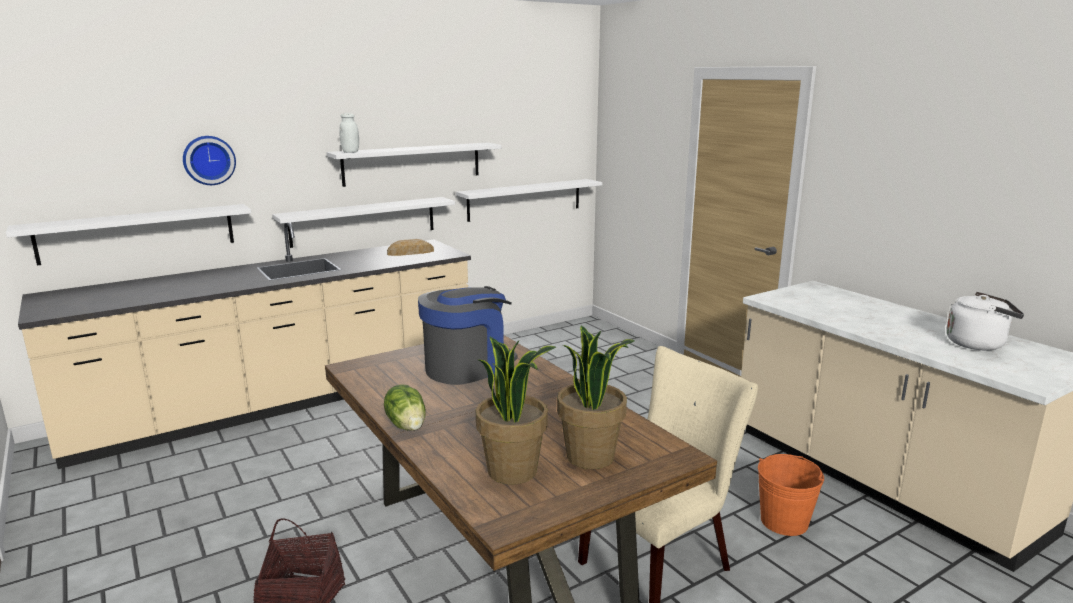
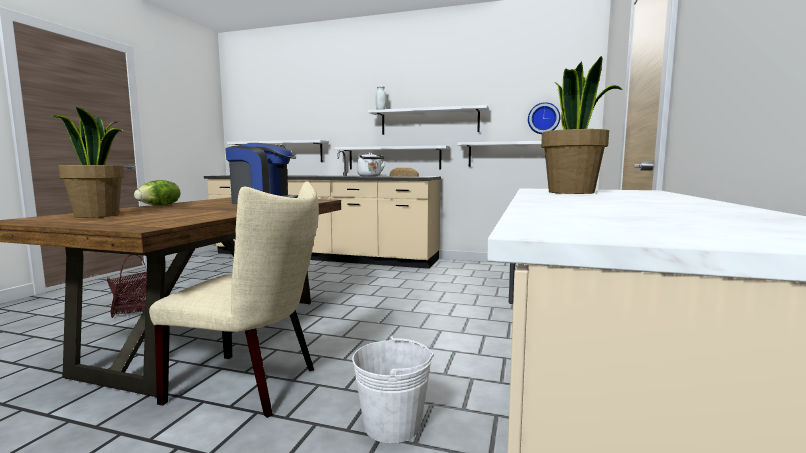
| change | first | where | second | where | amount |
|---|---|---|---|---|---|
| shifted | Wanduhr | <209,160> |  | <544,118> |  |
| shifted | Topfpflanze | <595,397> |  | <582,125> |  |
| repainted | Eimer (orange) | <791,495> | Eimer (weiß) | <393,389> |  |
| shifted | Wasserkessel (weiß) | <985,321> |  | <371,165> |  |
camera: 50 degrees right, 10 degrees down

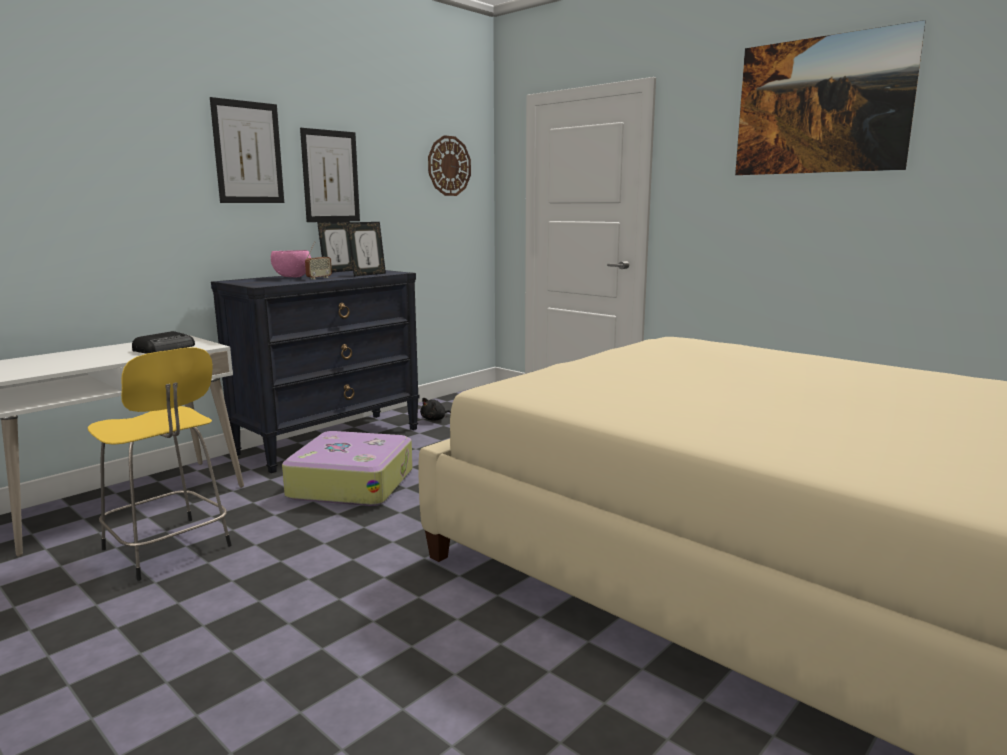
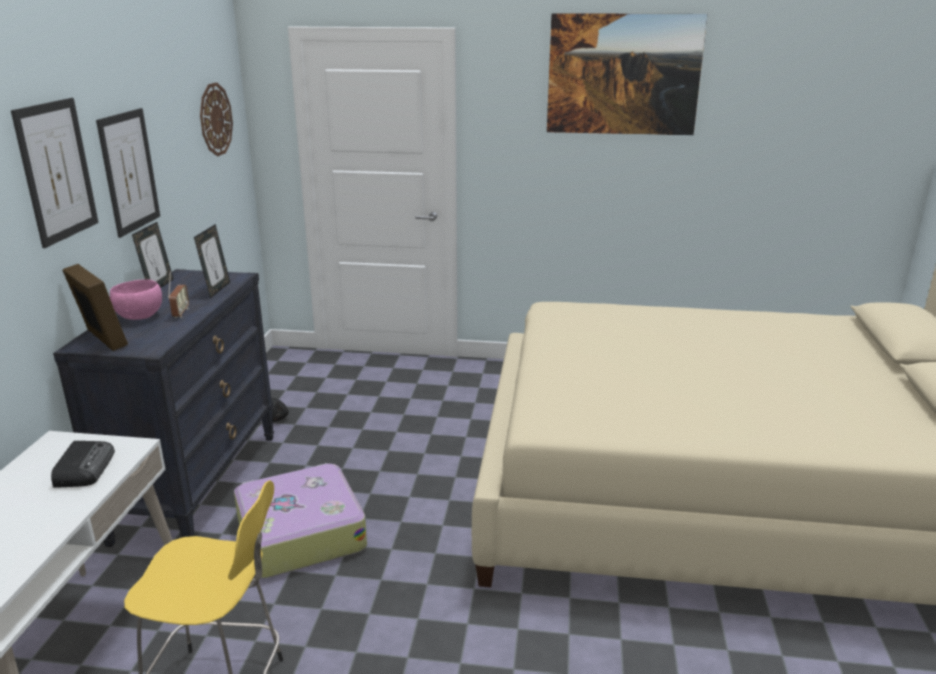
| change | first | where | second | where | amount |
|---|---|---|---|---|---|
| new |  |  | Bilderrahmen | <95,307> |  |
camera: 35 degrees left, 10 degrees up

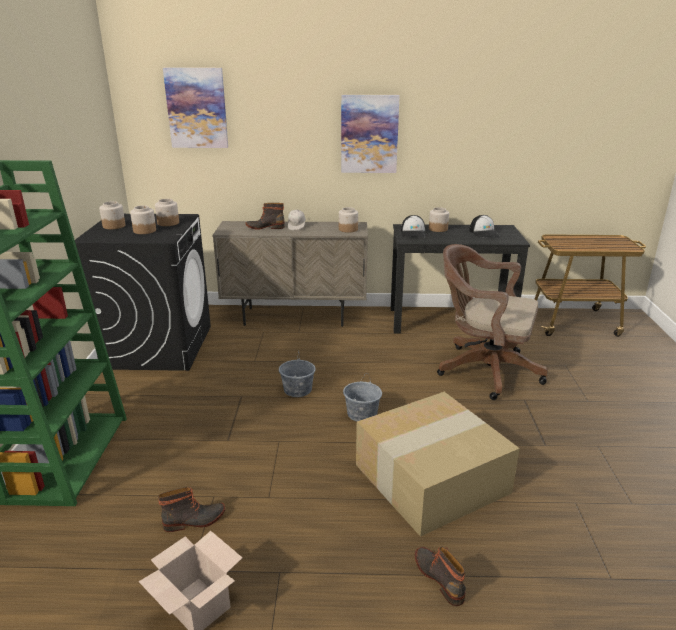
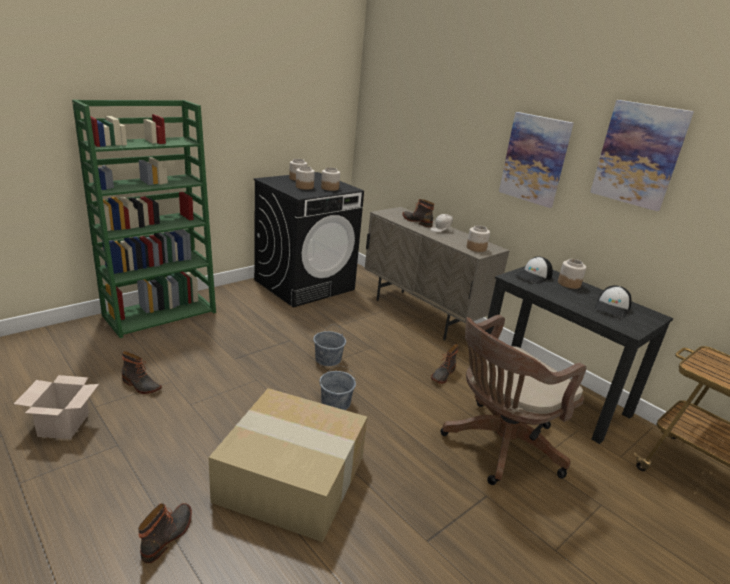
| change | first | where | second | where | amount |
|---|---|---|---|---|---|
| shifted | Bild | <195,108> |  | <642,155> |  |
| rotated | Bürostuhl (braun) | <492,322> |  | <513,400> | 105 degrees counterclockwise |
| new |  |  | Stiefel | <445,364> |  |
camera: 45 degrees right, 0 degrees up

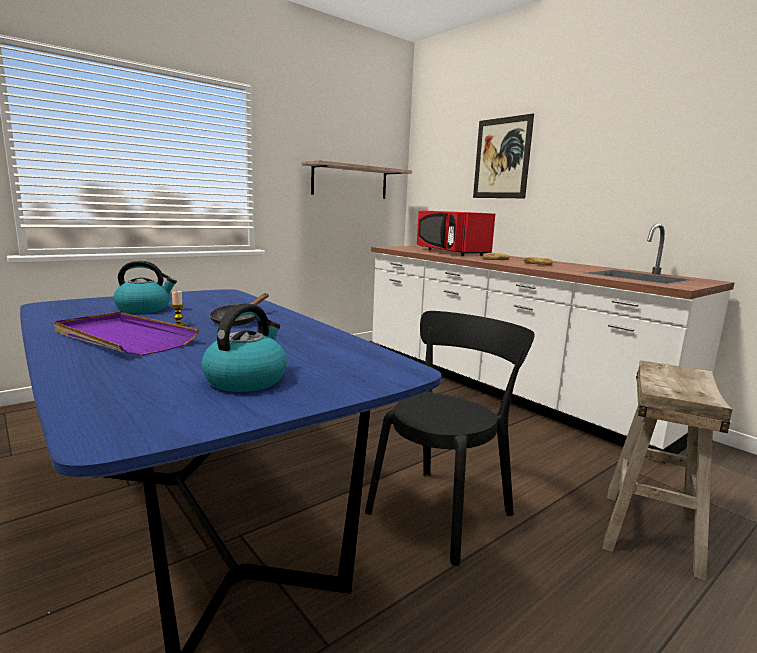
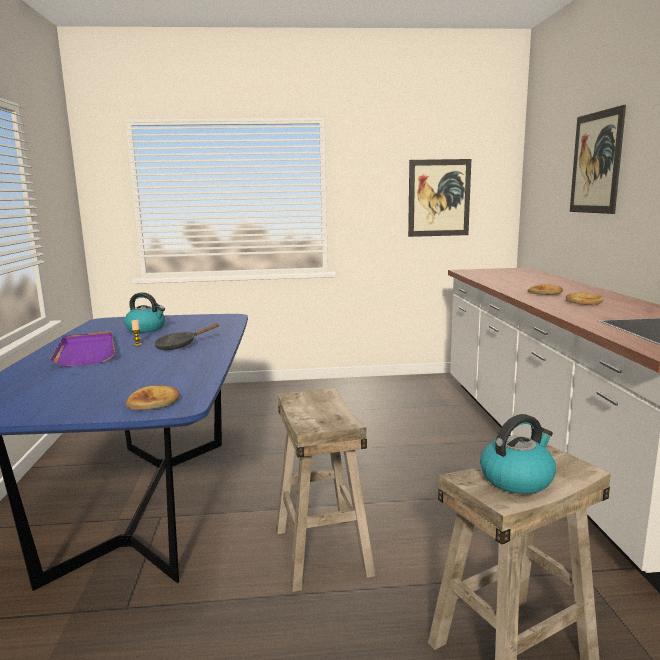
| change | first | where | second | where | amount |
|---|---|---|---|---|---|
| shifted | Wasserkessel | <244,347> |  | <518,454> |  |
| swapped | Wandregal | <356,179> | Bild | <439,198> |  |
| swapped | Stuhl (schwarz) | <450,438> | Hocker (beige) | <326,490> |  |
| gone | Mikrowelle (rot) | <456,233> |  |  |  |
| new |  |  | Brot | <153,397> |  |
camera: 35 degrees right, 0 degrees up

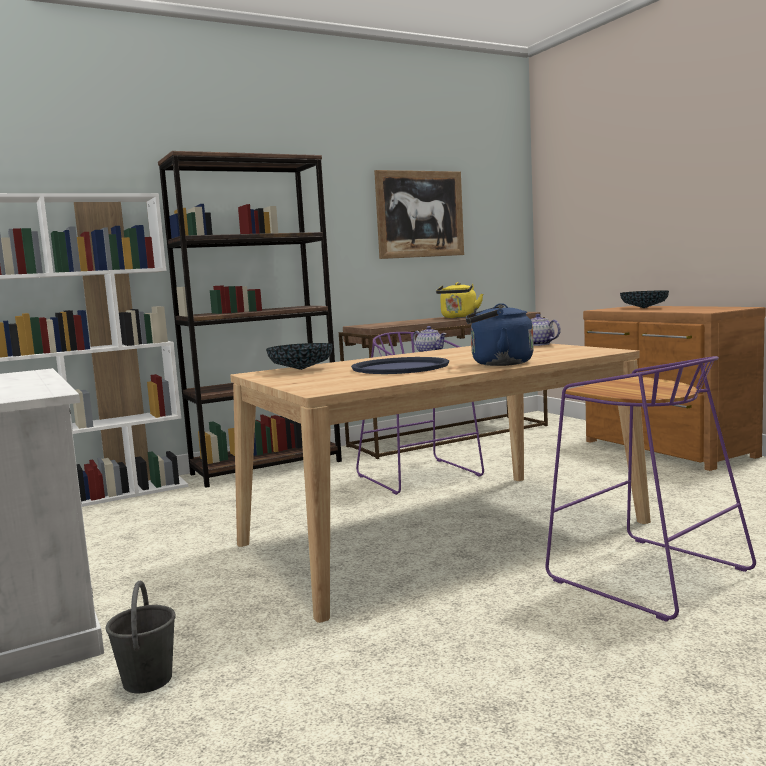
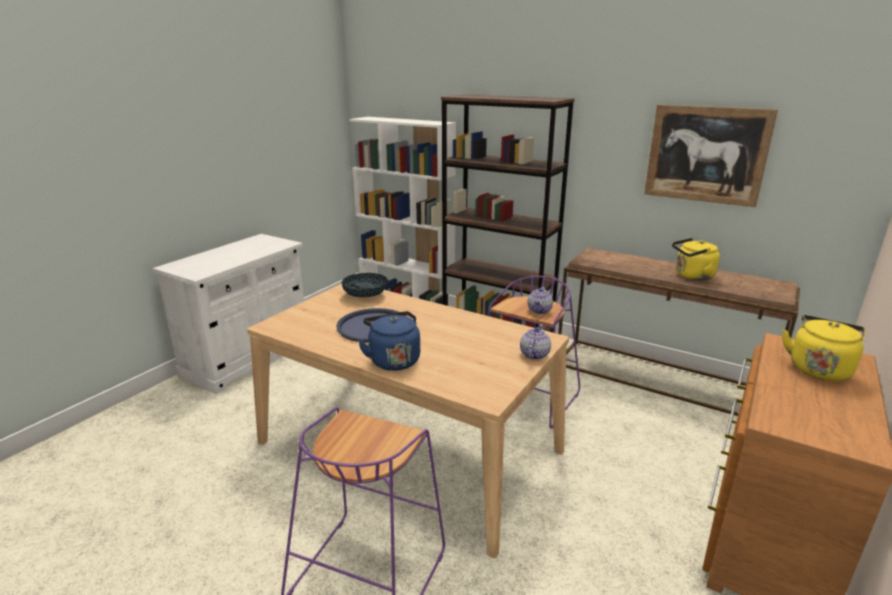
| change | first | where | second | where | amount |
|---|---|---|---|---|---|
| gone | Eimer (grau) | <140,637> |  |  |  |
| swapped | Schüssel | <644,299> | Wasserkessel (gelb) | <823,348> |  |
camera: 60 degrees right, 15 degrees up

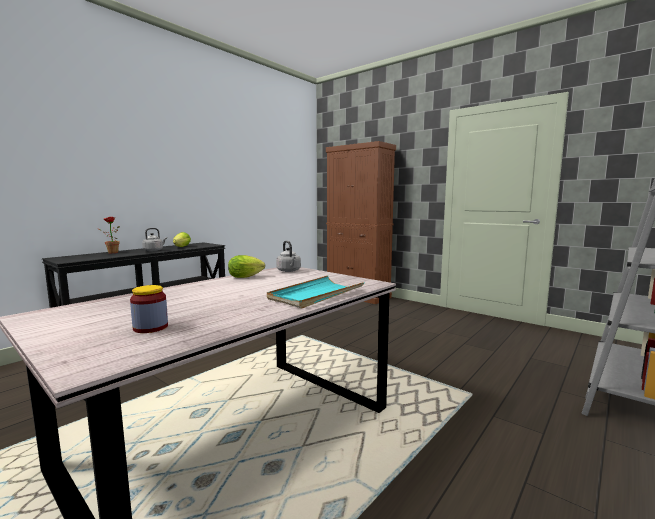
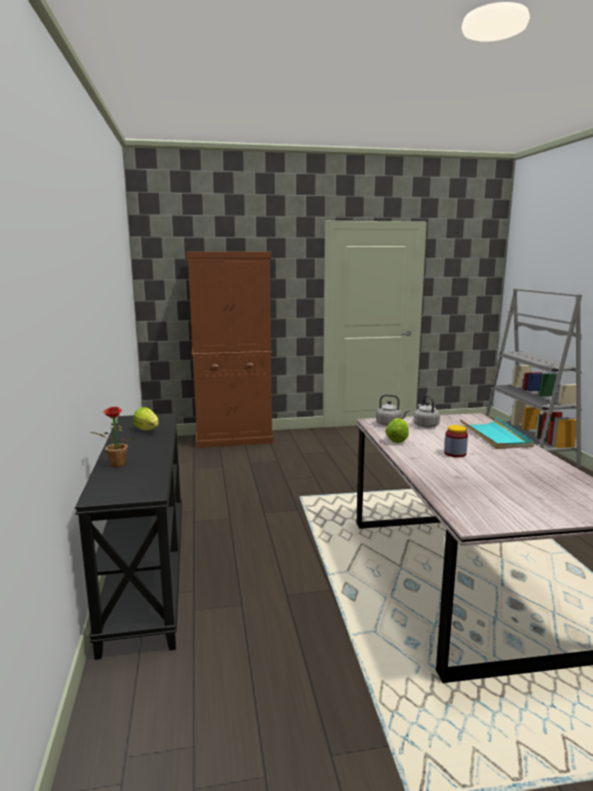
| change | first | where | second | where | amount |
|---|---|---|---|---|---|
| shifted | Vorratsglas | <149,309> |  | <456,441> |  |
| shifted | Wasserkessel (grau) | <154,239> |  | <427,411> |  |
camera: 50 degrees left, 5 degrees up

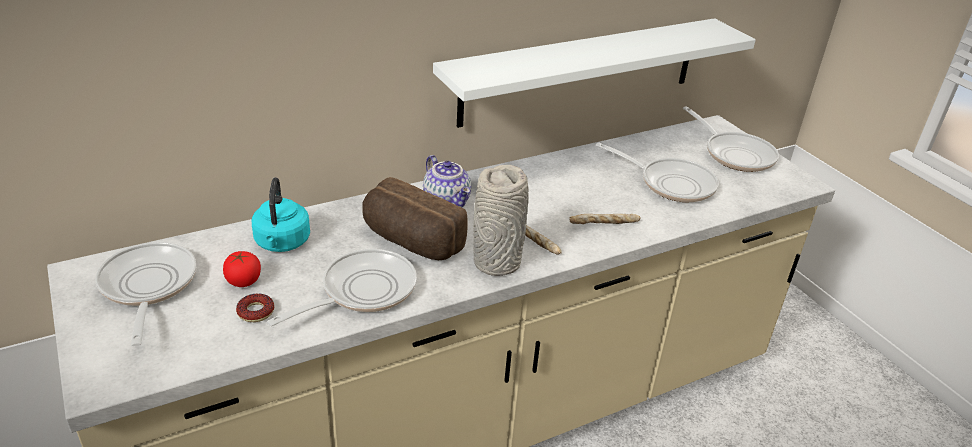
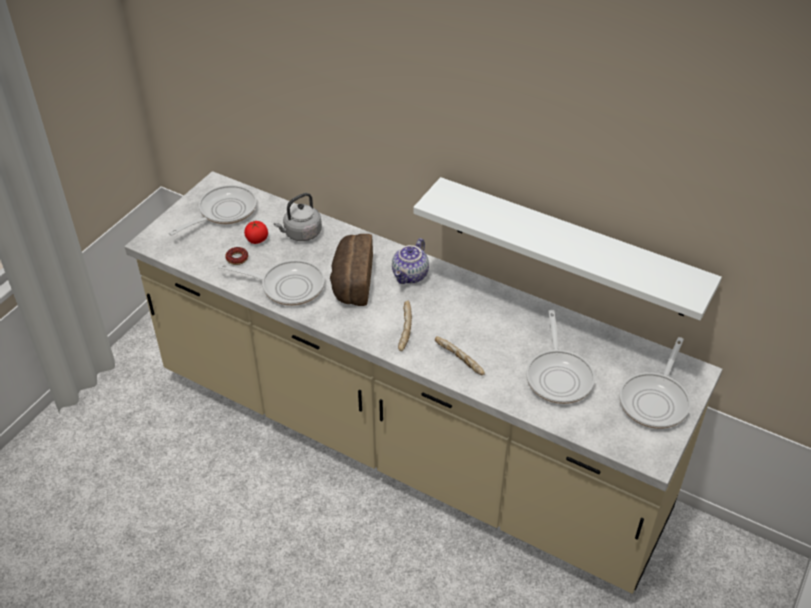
| change | first | where | second | where | amount |
|---|---|---|---|---|---|
| repainted | Wasserkessel (türkis) | <281,214> | Wasserkessel (grau) | <298,217> |  |
| gone | Vase (grau) | <501,220> |  |  |  |
camera: 60 degrees right, 10 degrees up

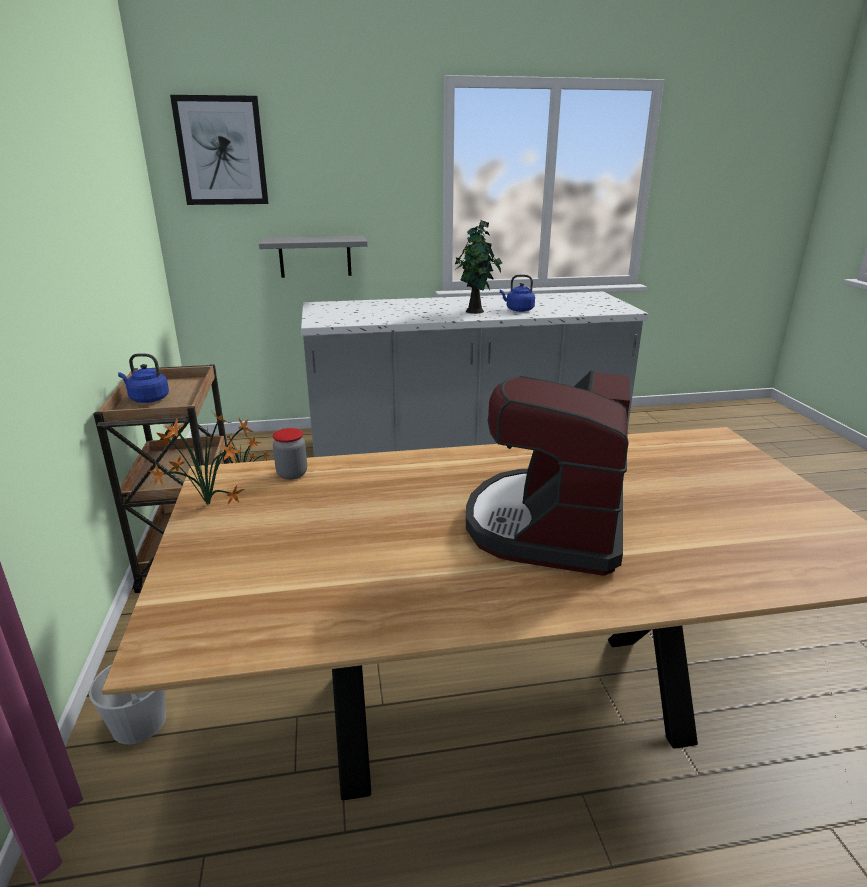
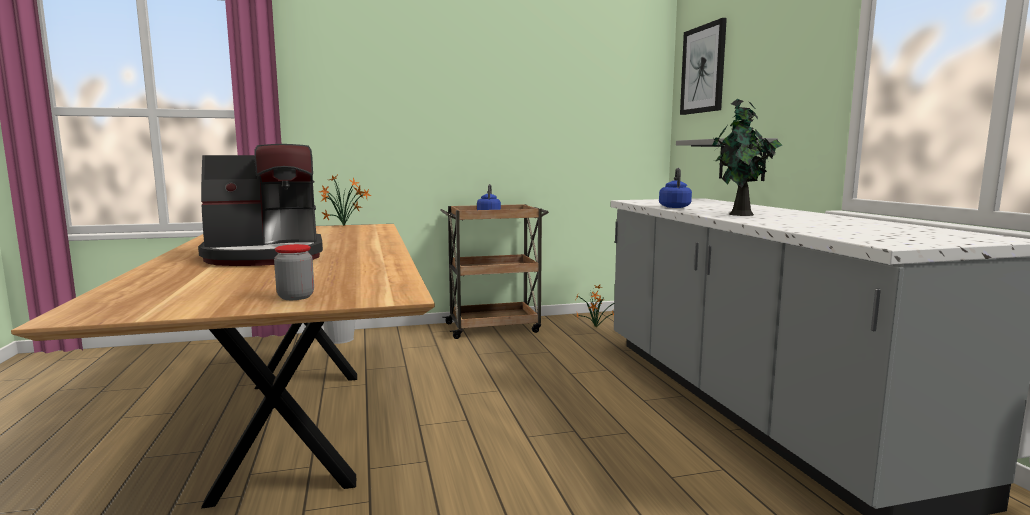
| change | first | where | second | where | amount |
|---|---|---|---|---|---|
| shifted | Vorratsglas | <290,454> |  | <294,272> |  |
| rotated | Kaffeemaschine | <548,473> |  | <260,205> | 150 degrees clockwise |
| shifted | Wasserkessel (blau) | <517,293> |  | <675,188> |  |
camera: 85 degrees right, 15 degrees down

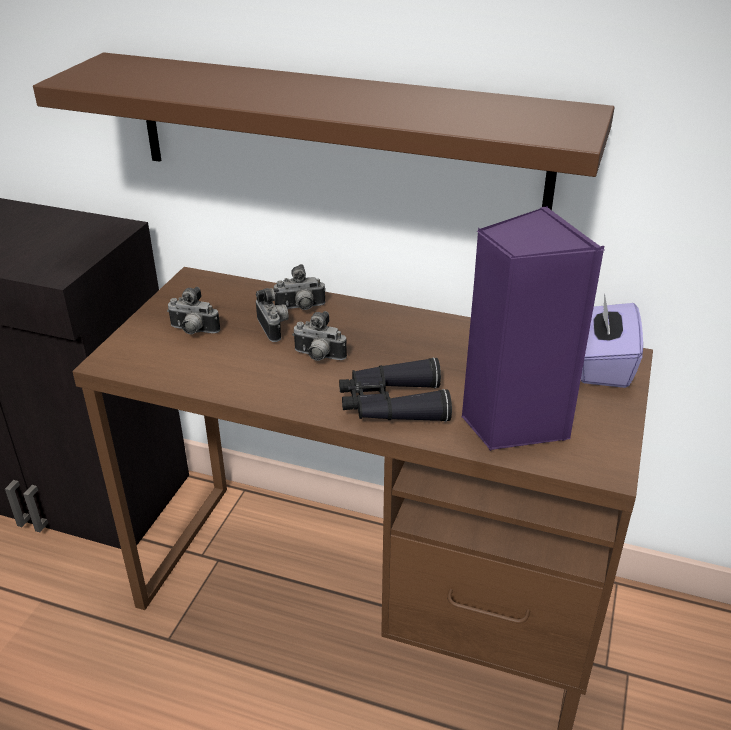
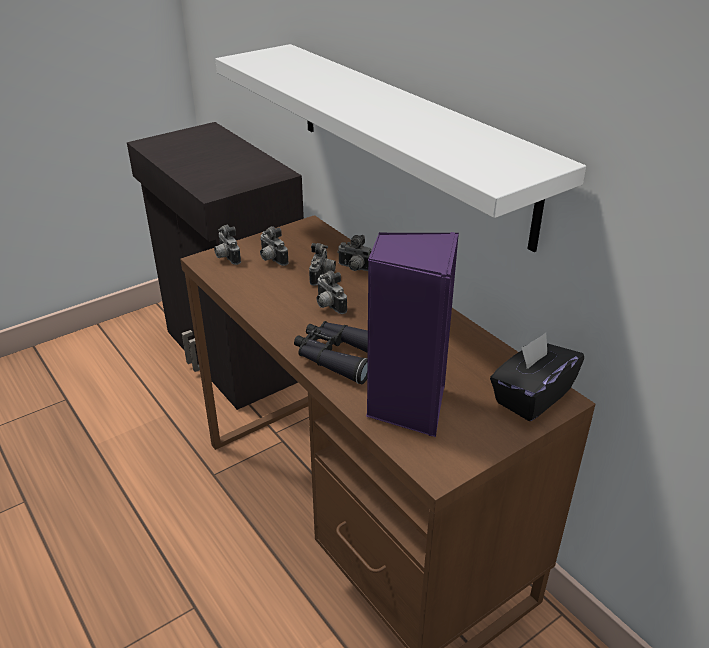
| change | first | where | second | where | amount |
|---|---|---|---|---|---|
| repainted | Wandregal (braun) | <324,131> | Wandregal (weiß) | <400,148> |  |
| repainted | Taschentuchbox (lila) | <612,340> | Taschentuchbox (schwarz) | <537,377> |  |
| new |  |  | Kamera | <227,245> |  |
camera: 35 degrees right, 0 degrees up

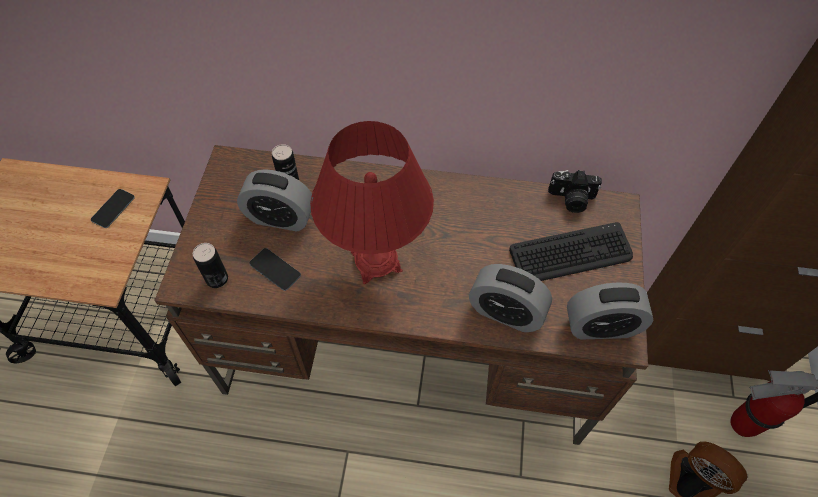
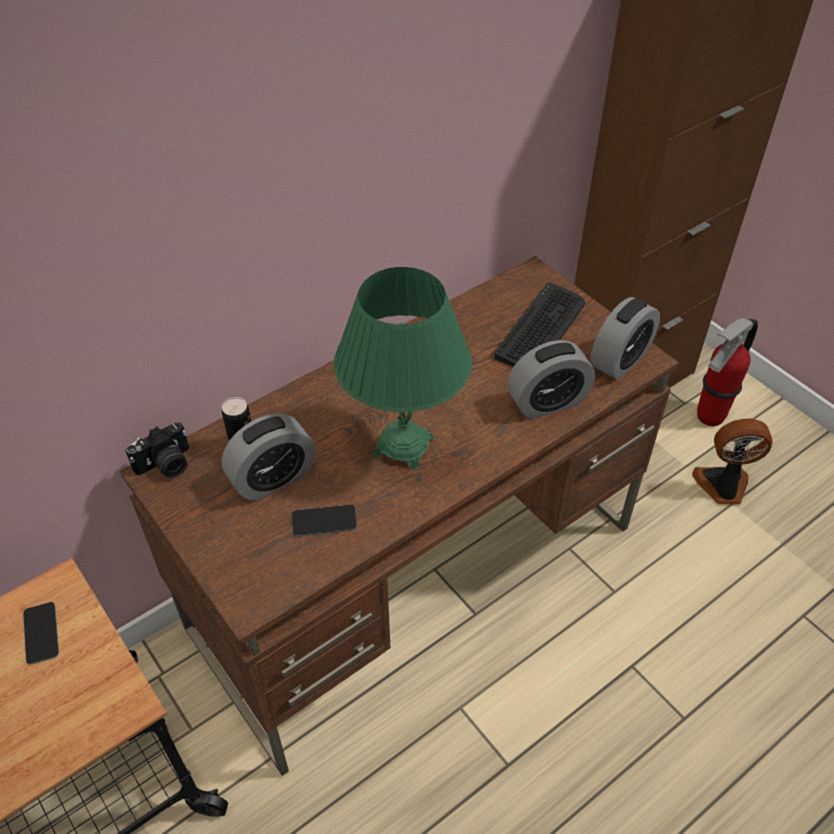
| change | first | where | second | where | amount |
|---|---|---|---|---|---|
| gone | Dose | <210,265> |  |  |  |
| repainted | Tischlampe (rot) | <372,202> | Tischlampe (grün) | <403,368> |  |
| shifted | Kamera | <575,191> |  | <157,450> |  |
camera: 45 degrees left, 10 degrees down

